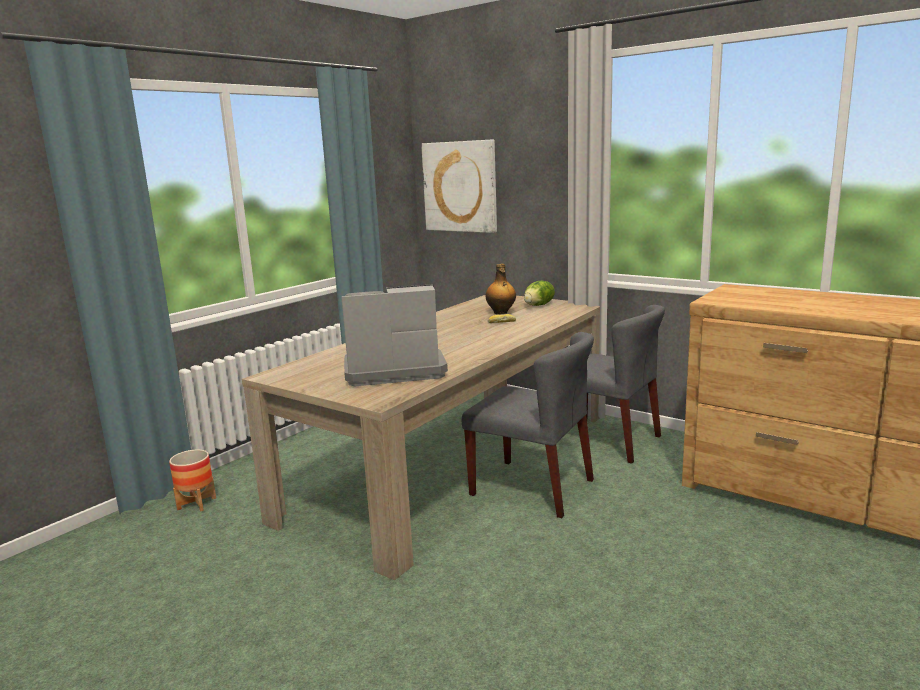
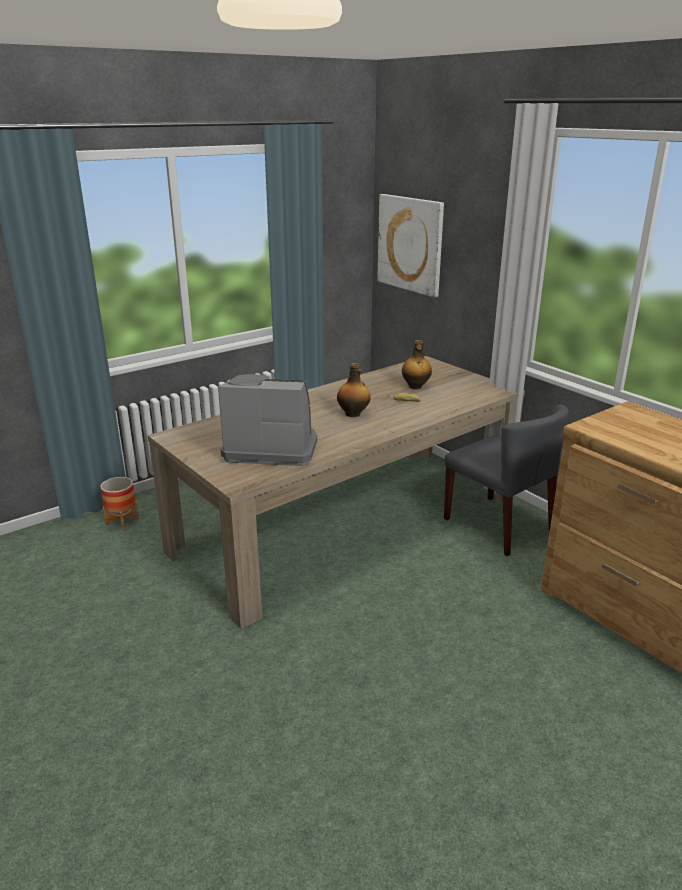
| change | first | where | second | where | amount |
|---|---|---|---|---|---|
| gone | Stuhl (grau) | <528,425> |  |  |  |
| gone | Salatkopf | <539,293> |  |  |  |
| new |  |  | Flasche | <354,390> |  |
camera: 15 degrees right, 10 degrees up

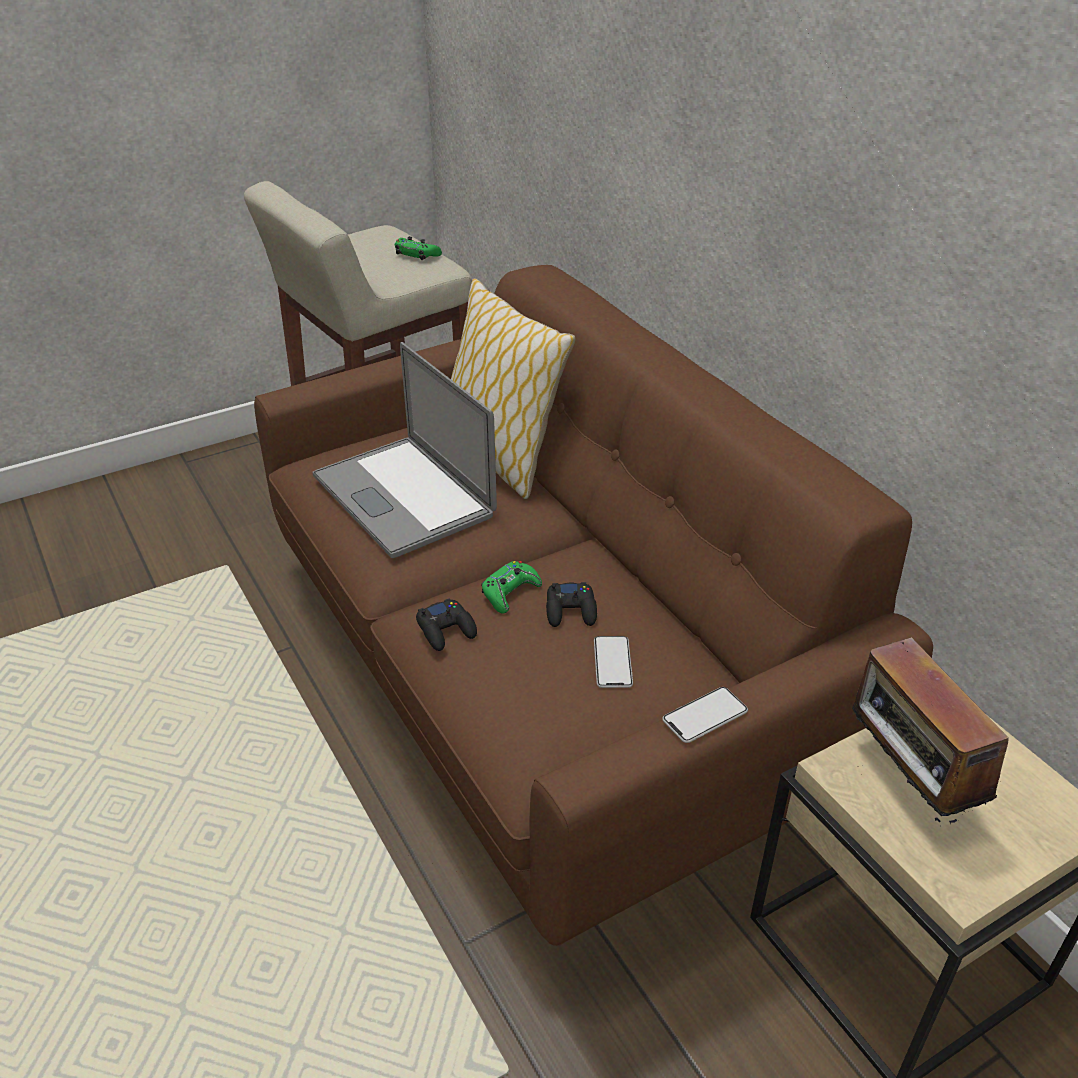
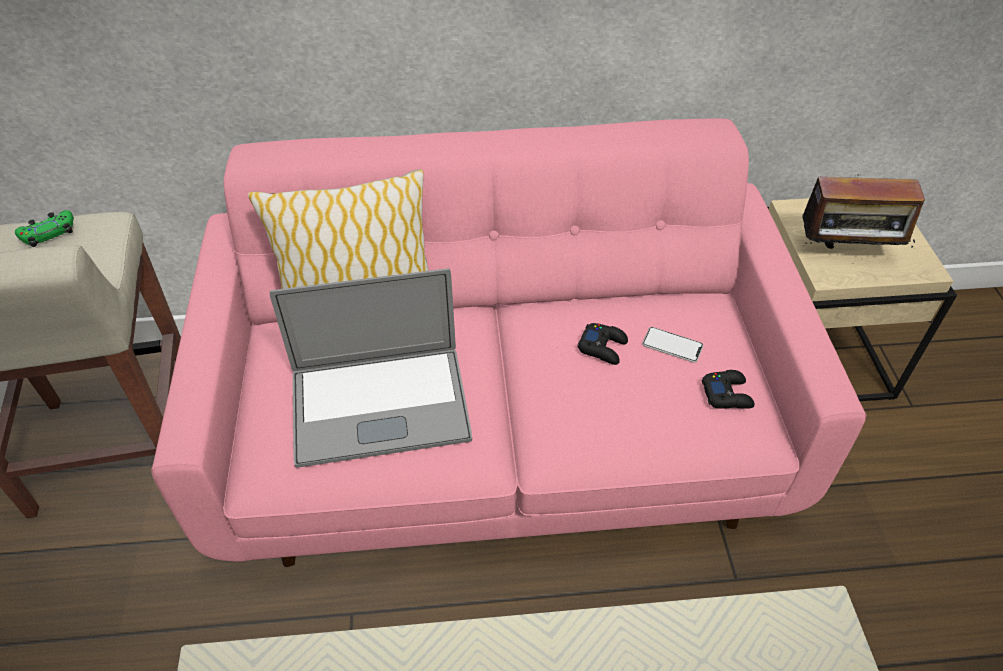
| change | first | where | second | where | amount |
|---|---|---|---|---|---|
| repainted | Sofa (braun) | <593,605> | Sofa (rosa) | <508,342> |  |
| shifted | Gamepad (schwarz) | <446,624> |  | <728,389> |  |
| gone | Gamepad (grün) | <511,587> |  |  |  |
| gone | Handy | <705,715> |  |  |  |
camera: 65 degrees left, 10 degrees up

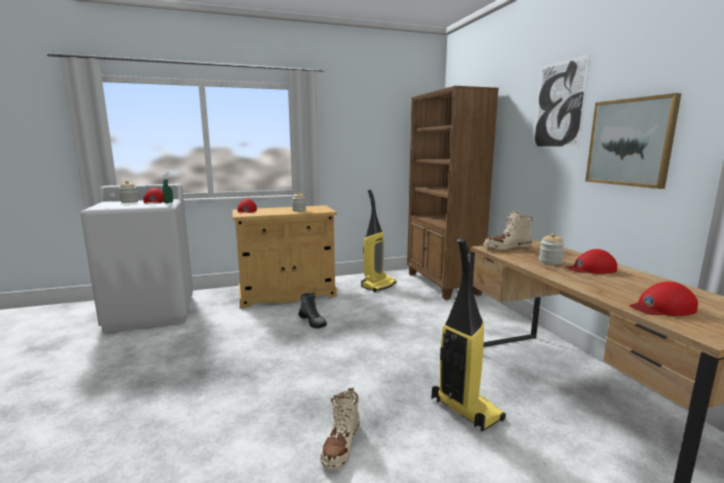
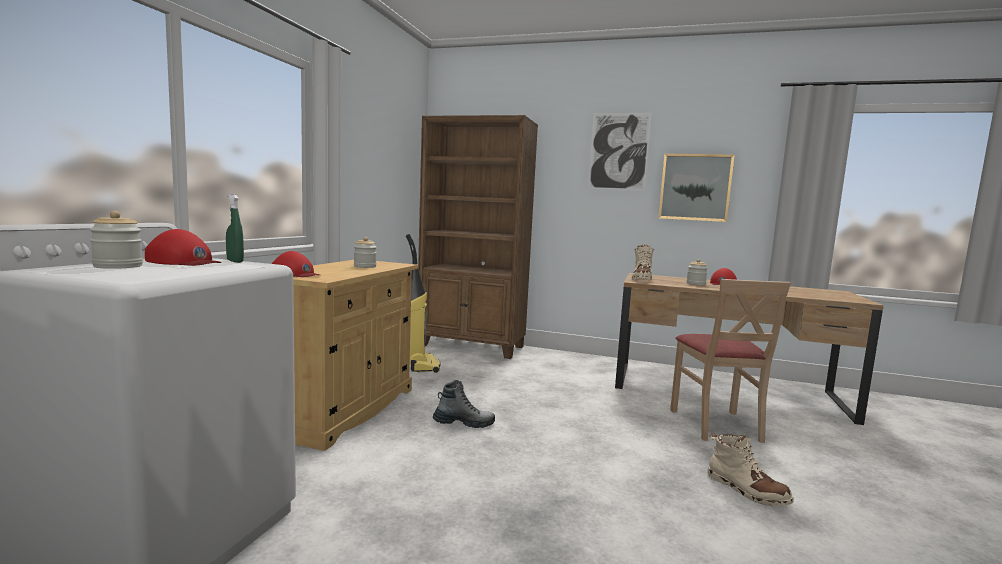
| change | first | where | second | where | amount |
|---|---|---|---|---|---|
| swapped | Staubsauger | <469,335> | Stuhl (beige) | <730,361> |  |
| gone | Kappe (rot) | <663,298> |  |  |  |
camera: 55 degrees left, 5 degrees down

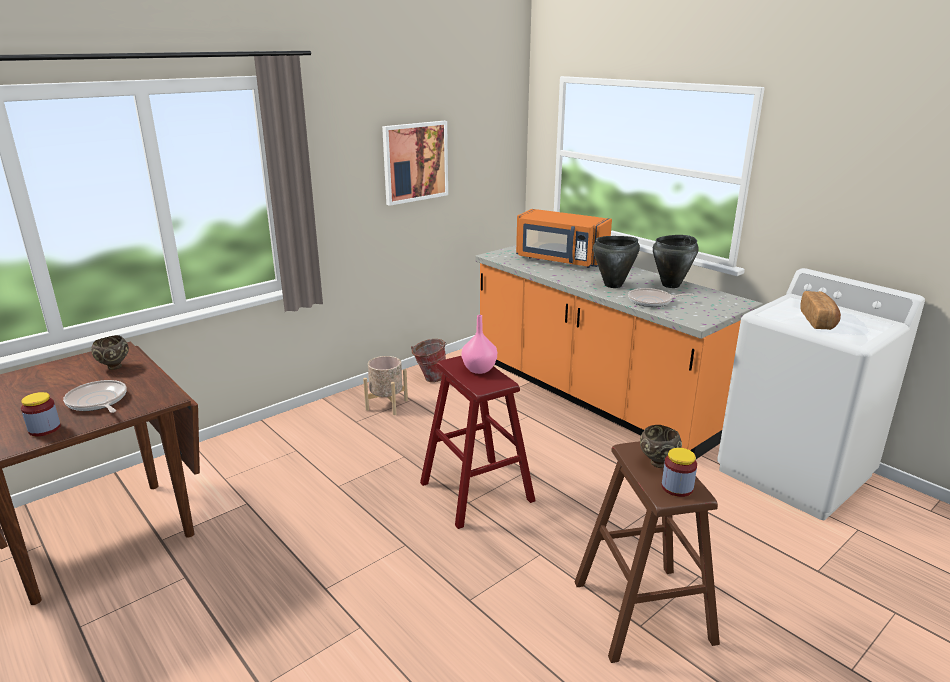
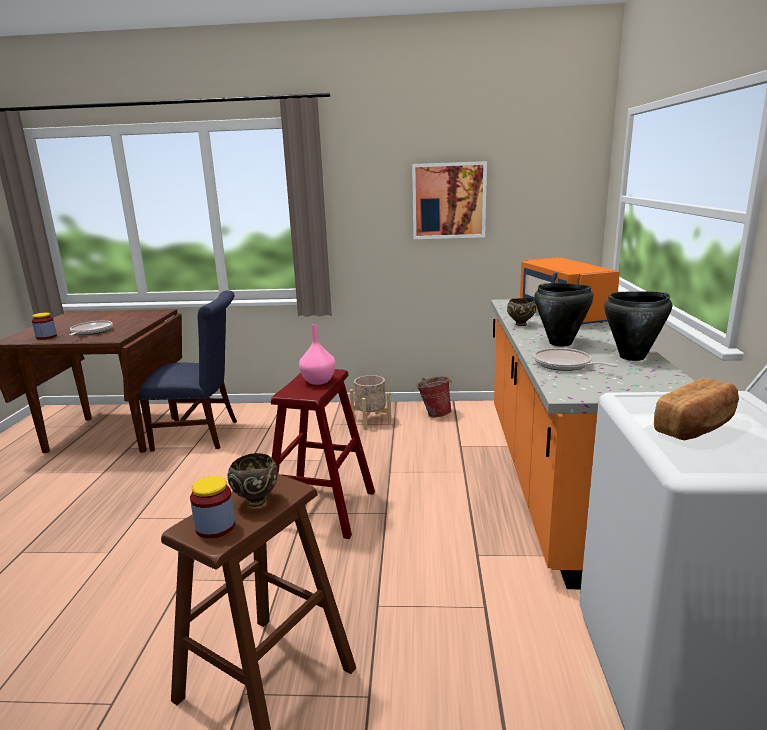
| change | first | where | second | where | amount |
|---|---|---|---|---|---|
| shifted | Schüssel (braun) | <110,352> |  | <521,312> |  |
| new |  |  | Stuhl (blau) | <187,371> |  |
camera: 45 degrees right, 5 degrees down

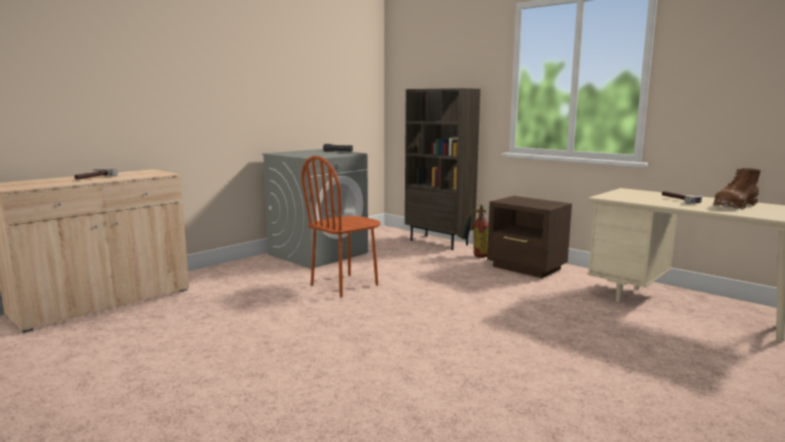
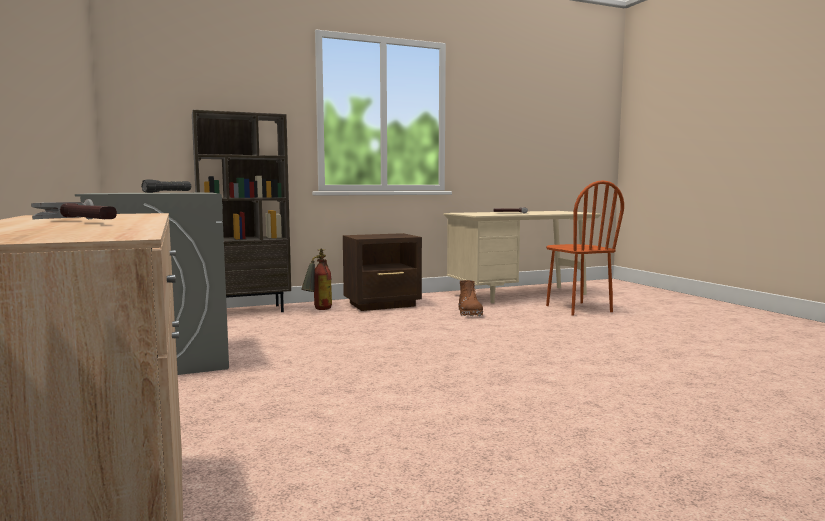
| change | first | where | second | where | amount |
|---|---|---|---|---|---|
| shifted | Stuhl (braun) | <341,227> |  | <585,248> |  |
| shifted | Stiefel (braun) | <737,188> |  | <470,298> |  |
camera: 65 degrees left, 5 degrees down

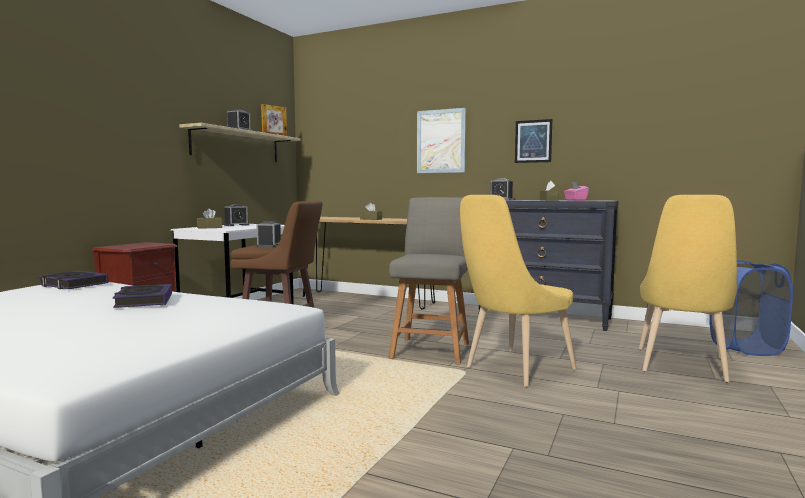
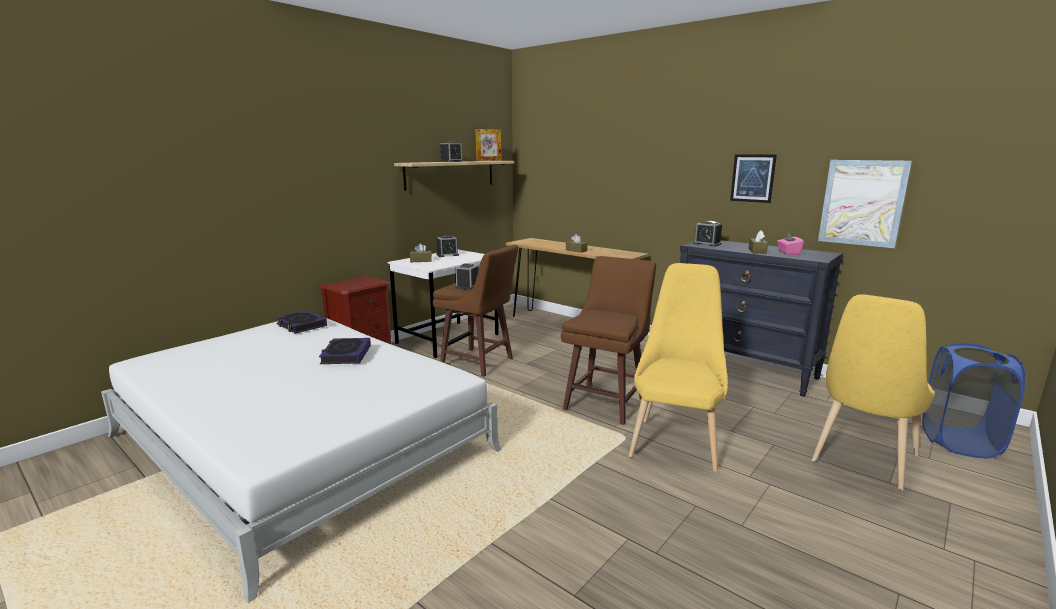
| change | first | where | second | where | amount |
|---|---|---|---|---|---|
| swapped | Stuhl (grau) | <429,280> | Hocker (braun) | <608,340> |  |
| shifted | Bild | <441,140> |  | <865,204> |  |
| rotated | Stuhl (gelb) | <518,291> |  | <678,368> | 135 degrees clockwise |
camera: 15 degrees right, 10 degrees up

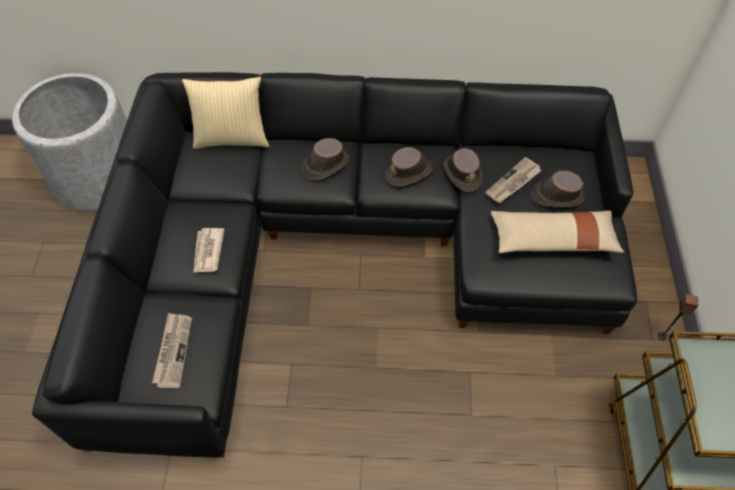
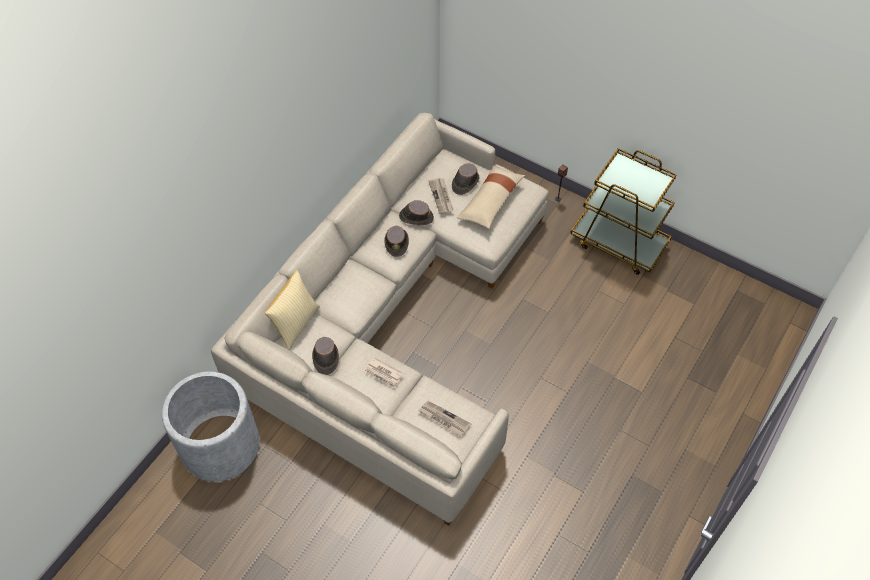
| change | first | where | second | where | amount |
|---|---|---|---|---|---|
| repainted | Sofa (schwarz) | <334,265> | Sofa (beige) | <379,319> |  |
| shifted | Hut (braun) | <325,159> |  | <325,356> |  |
camera: 60 degrees left, 0 degrees up

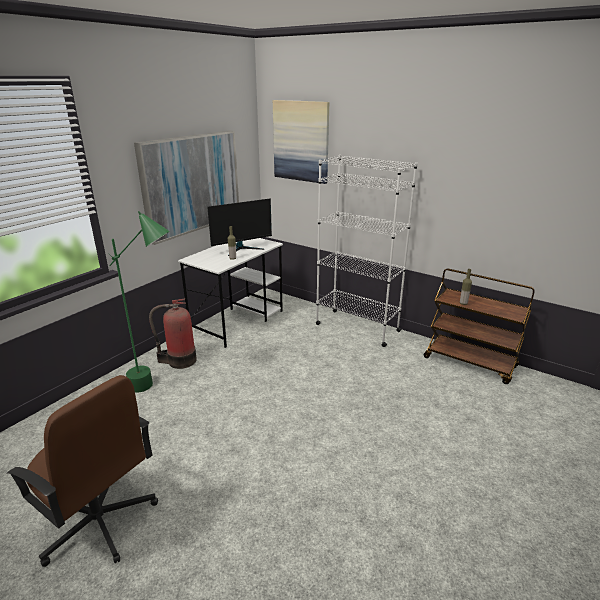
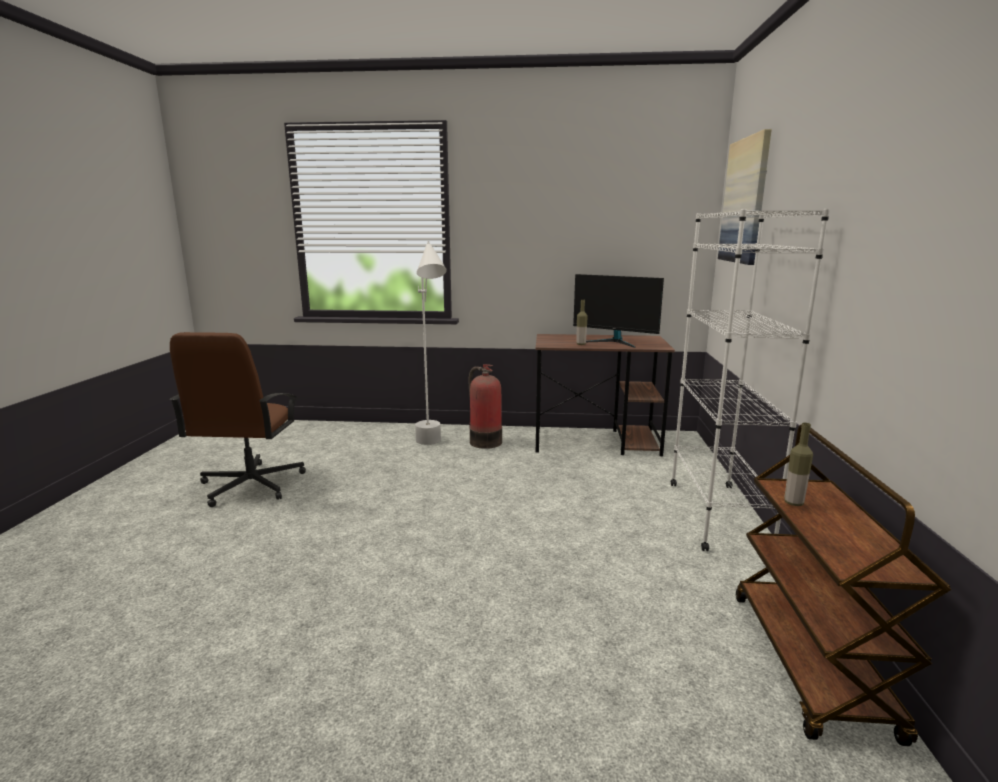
| change | first | where | second | where | amount |
|---|---|---|---|---|---|
| repainted | Stehlampe (grün) | <139,302> | Stehlampe (weiß) | <431,343> |  |
| gone | Bild | <186,187> |  |  |  |
| repainted | Schreibtisch (weiß) | <230,293> | Schreibtisch (braun) | <605,395> |  |
camera: 60 degrees right, 10 degrees down

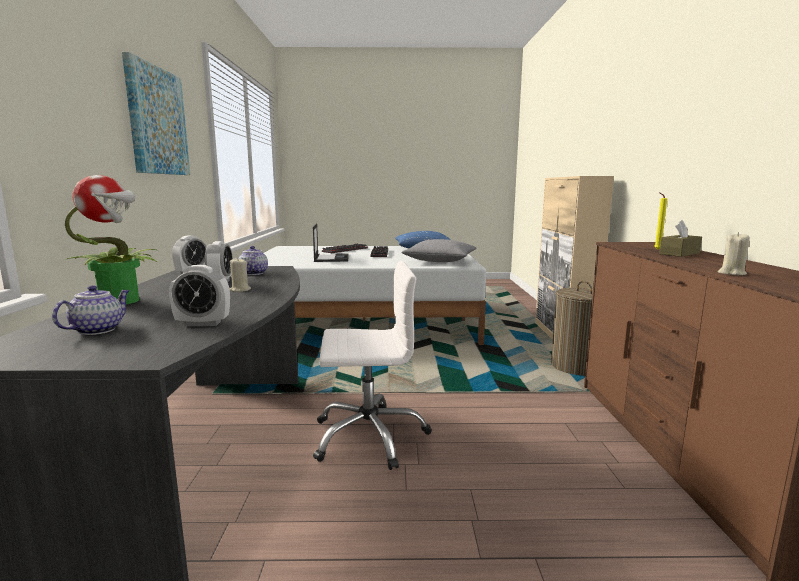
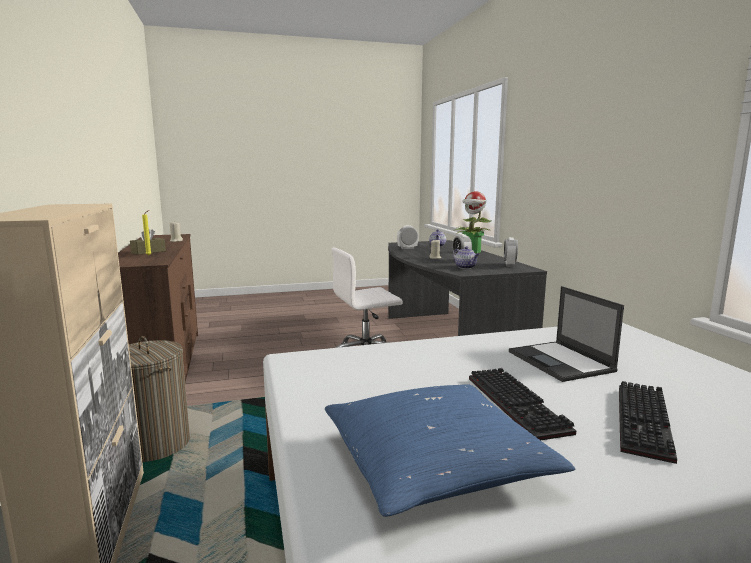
| change | first | where | second | where | amount |
|---|---|---|---|---|---|
| gone | Bild | <156,113> |  |  |  |
| gone | Kissen (grau) | <439,250> |  |  |  |
camera: 165 degrees right, 0 degrees up

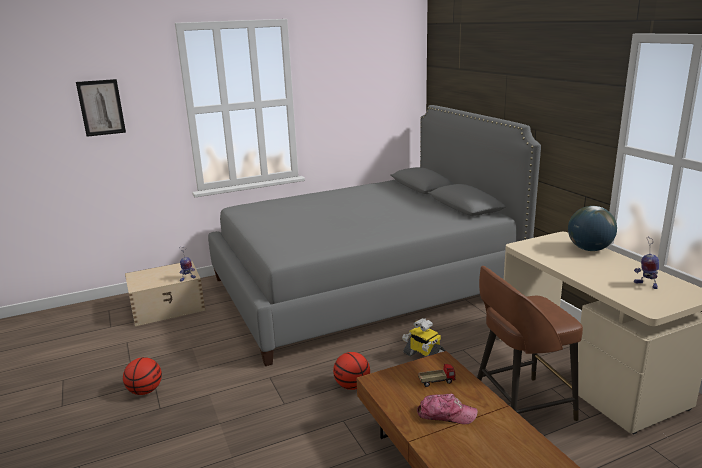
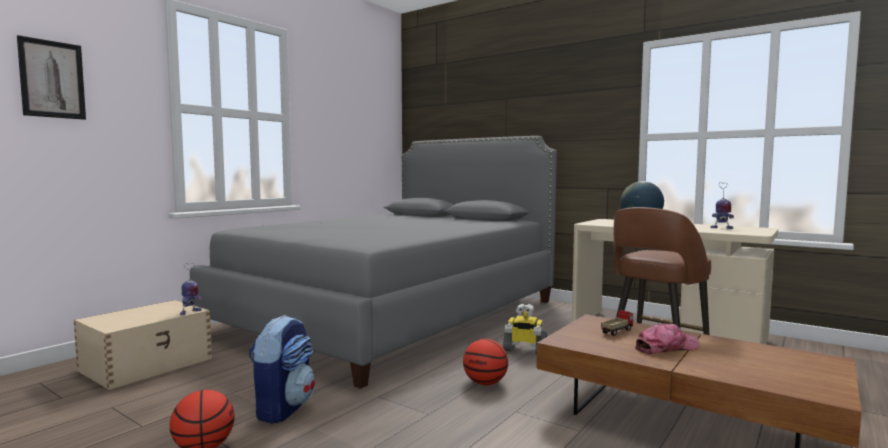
| change | first | where | second | where | amount |
|---|---|---|---|---|---|
| new |  |  | Rucksack | <282,369> |  |
camera: 30 degrees left, 15 degrees down

